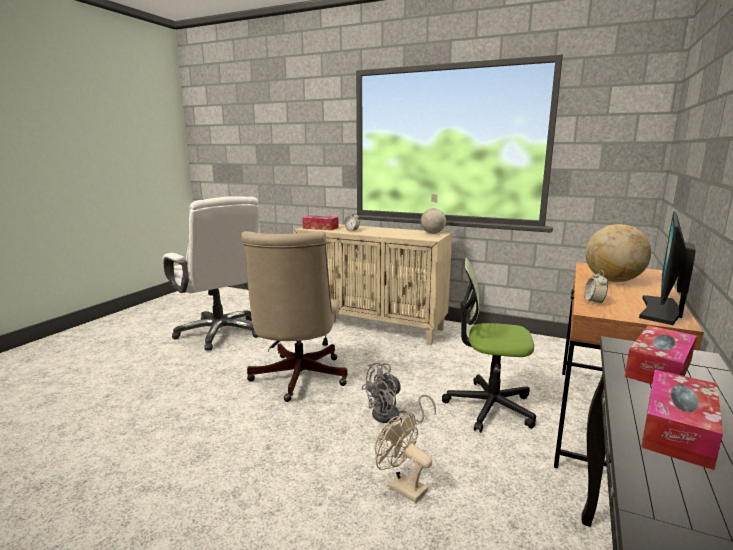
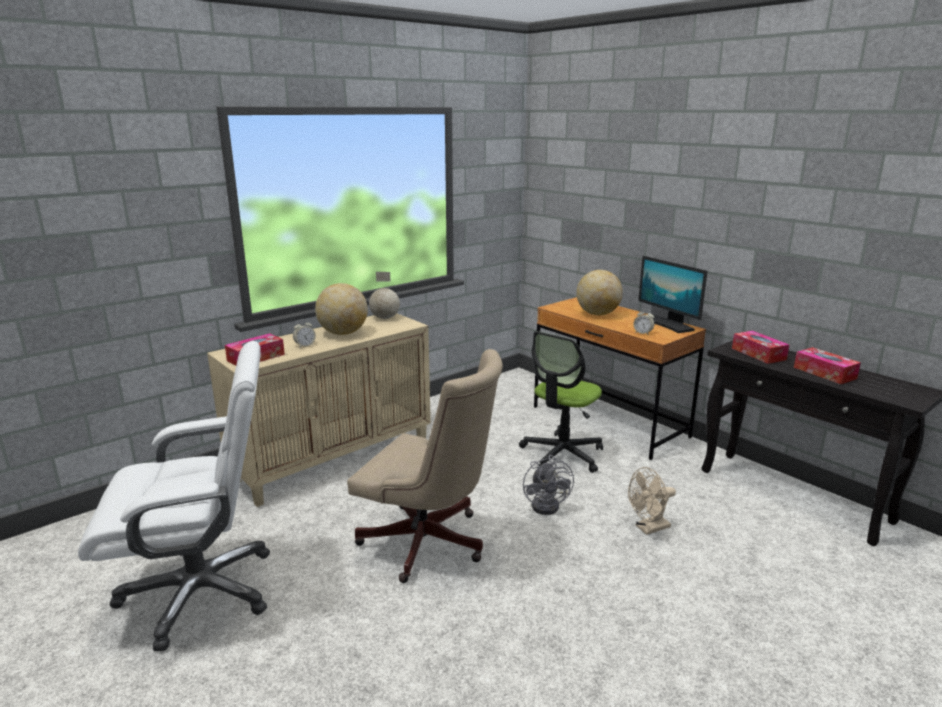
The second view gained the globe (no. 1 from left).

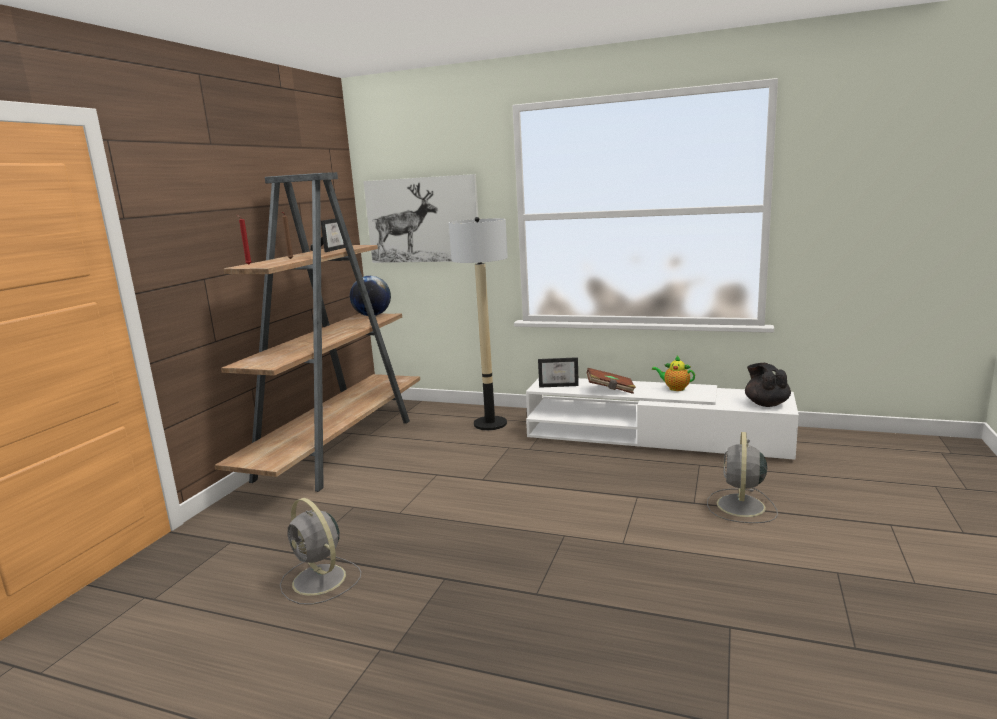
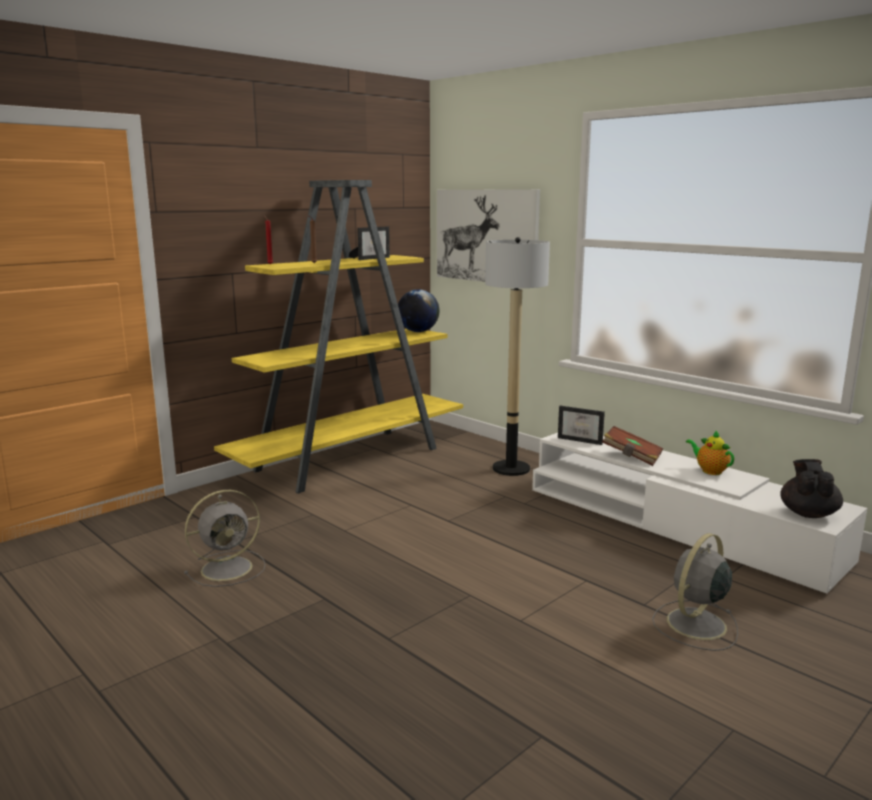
What was the brown bookcase turned into the yellow bookcase.
The grey fan (no. 1 from left) ended up facing another way, 105 degrees counterclockwise from before.

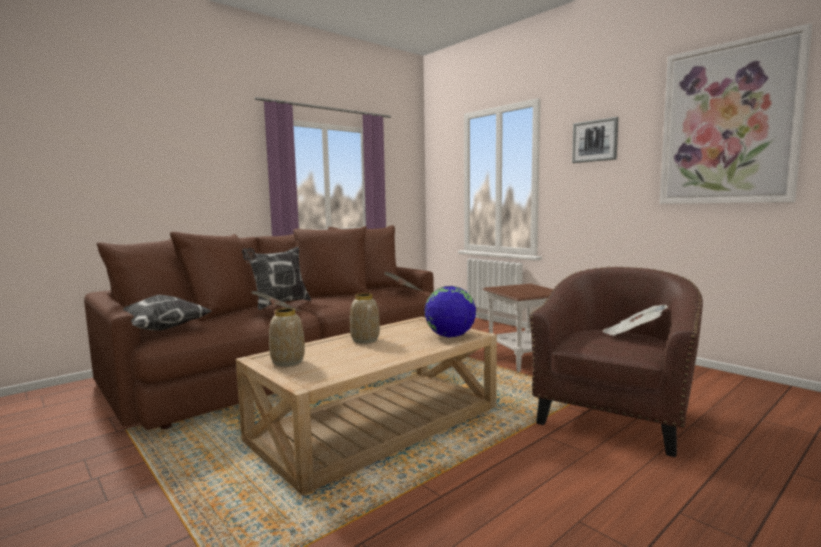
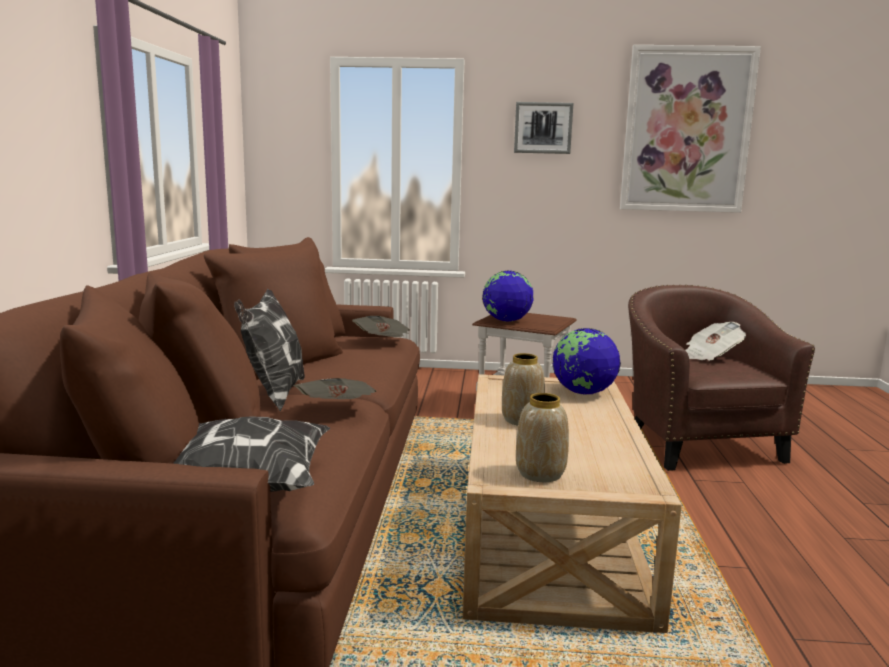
The second view gained the globe (no. 1 from left).

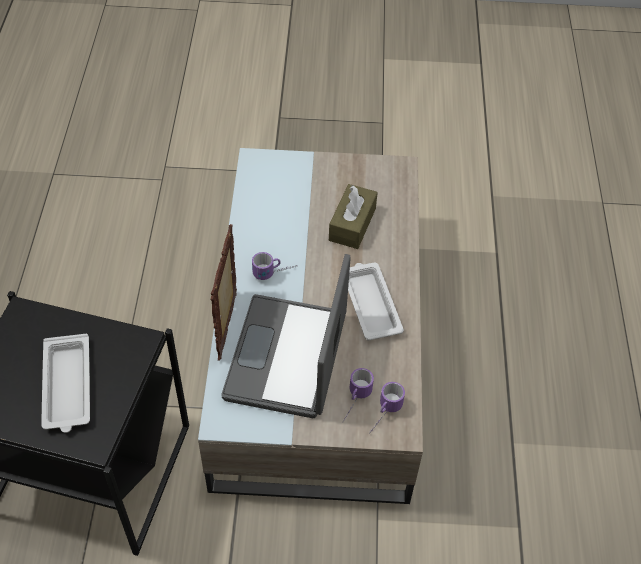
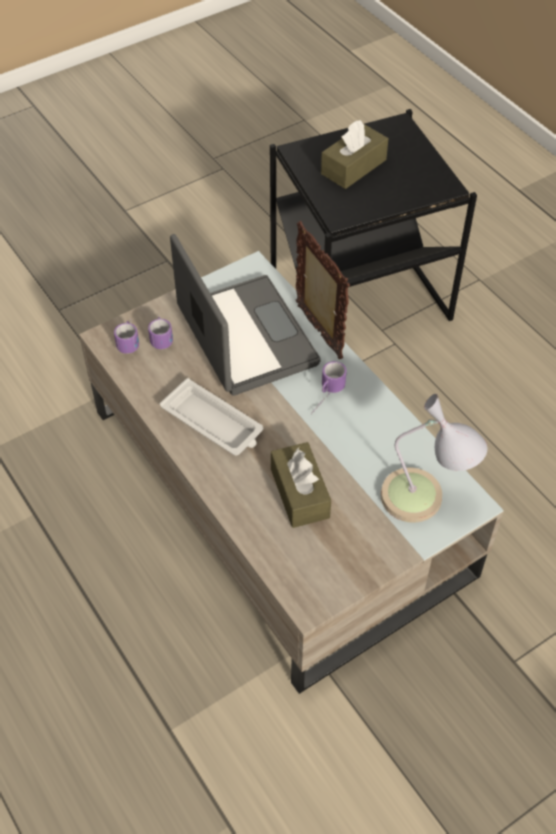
Where the white tray (no. 1 from left) stood, the brown tissue box (no. 2 from left) came to stand.
The second view gained the table lamp.

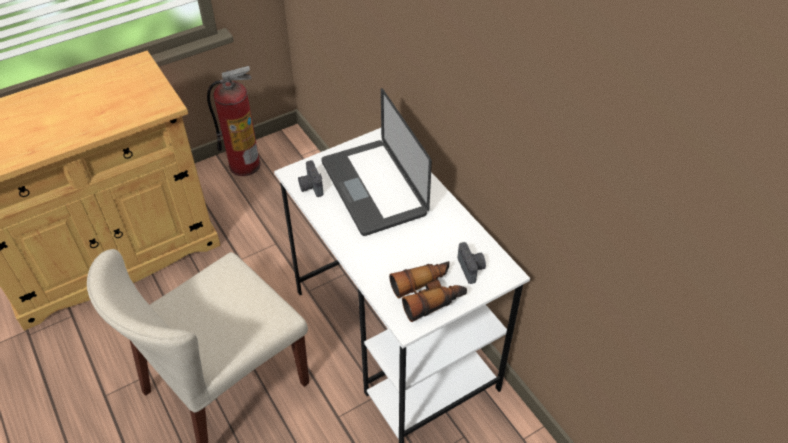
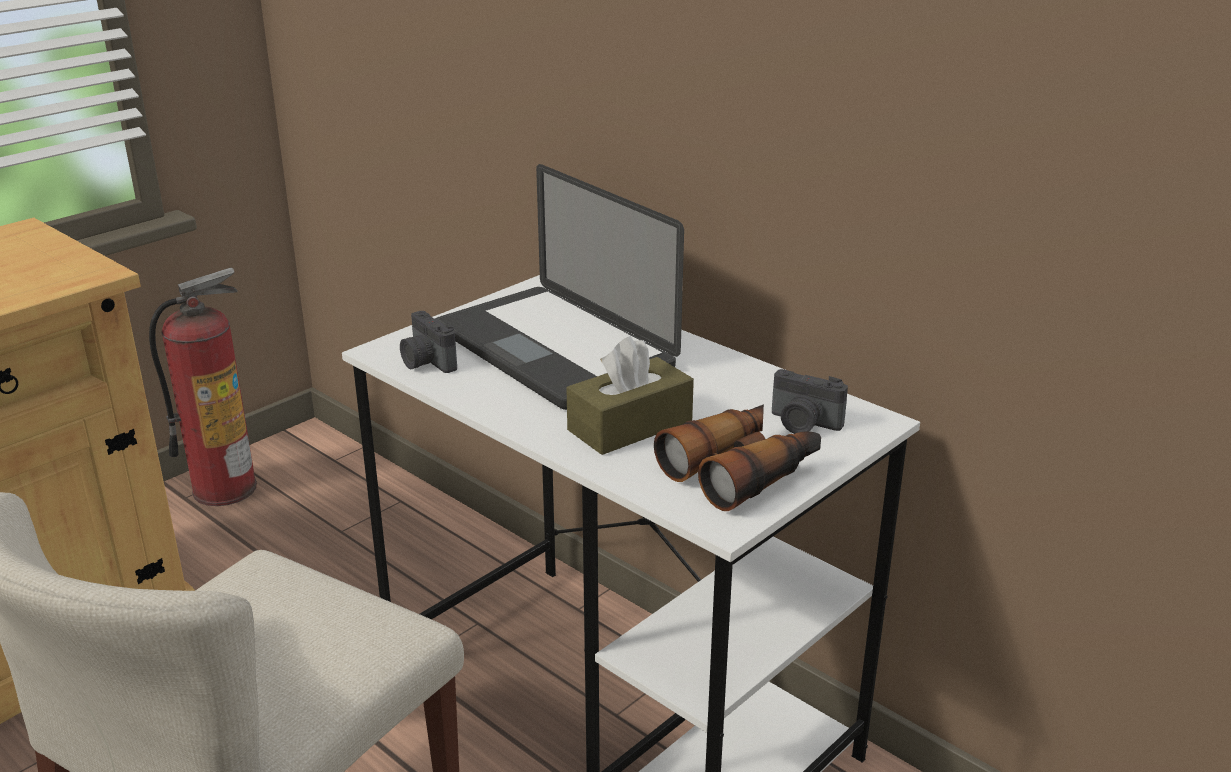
The photo camera (no. 2 from left) ended up facing another way, 150 degrees clockwise from before.
The second view gained the brown tissue box.

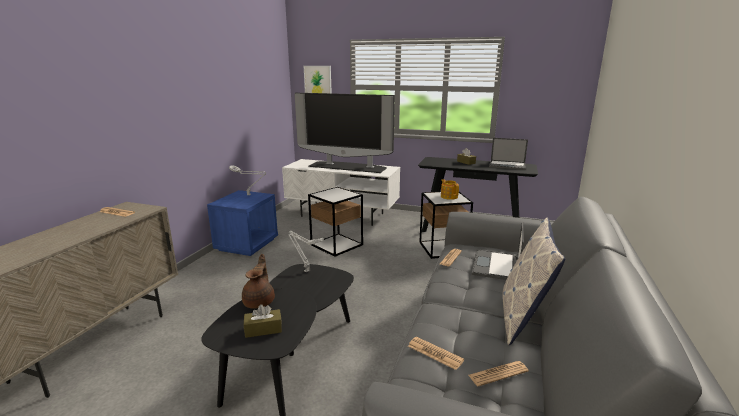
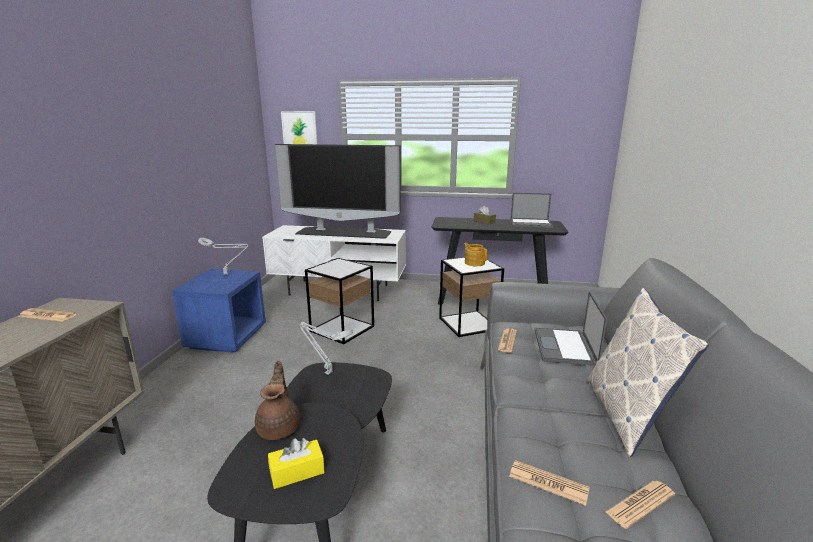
What was the brown tissue box (no. 1 from left) turned into the yellow tissue box.

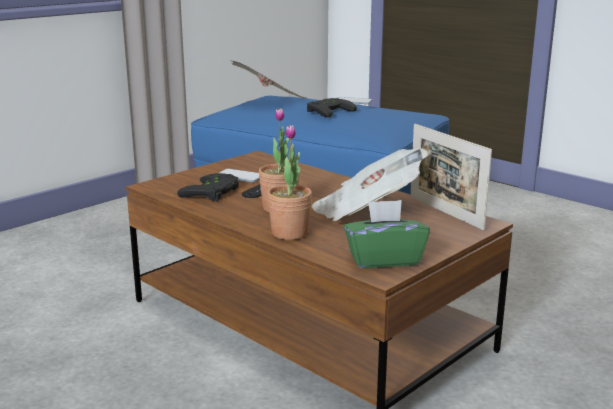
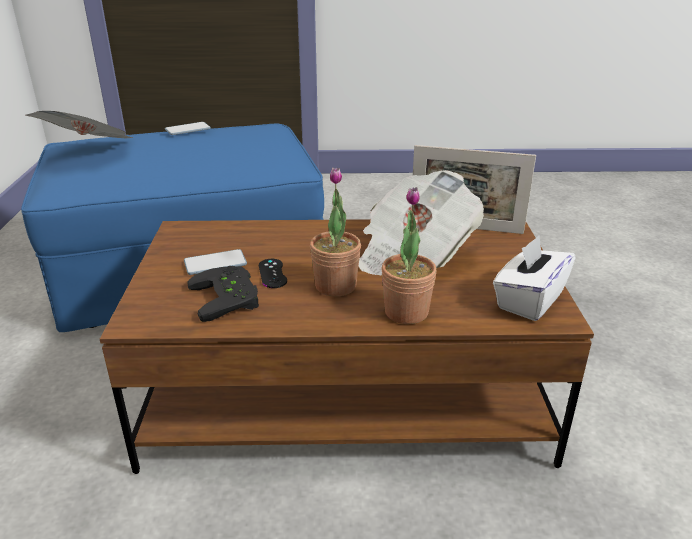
The second view lost the black game controller (no. 3 from left).
What was the green tissue box turned into the white tissue box.

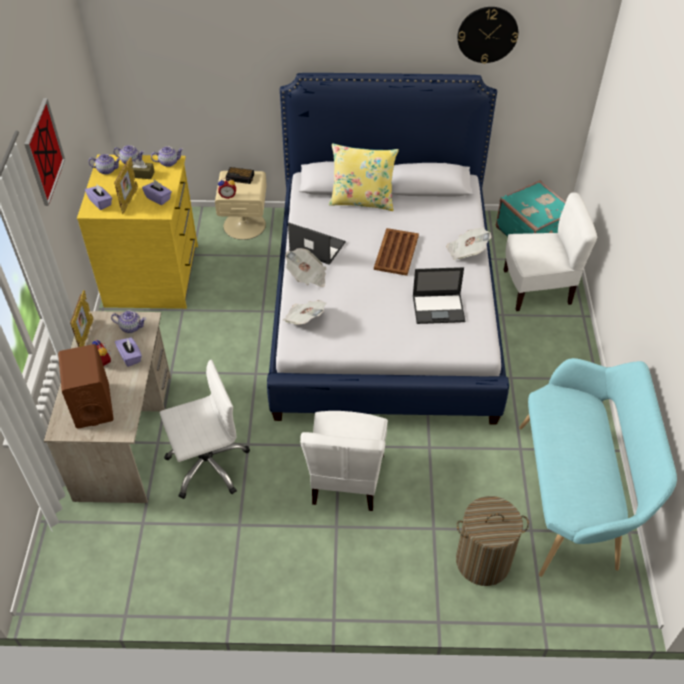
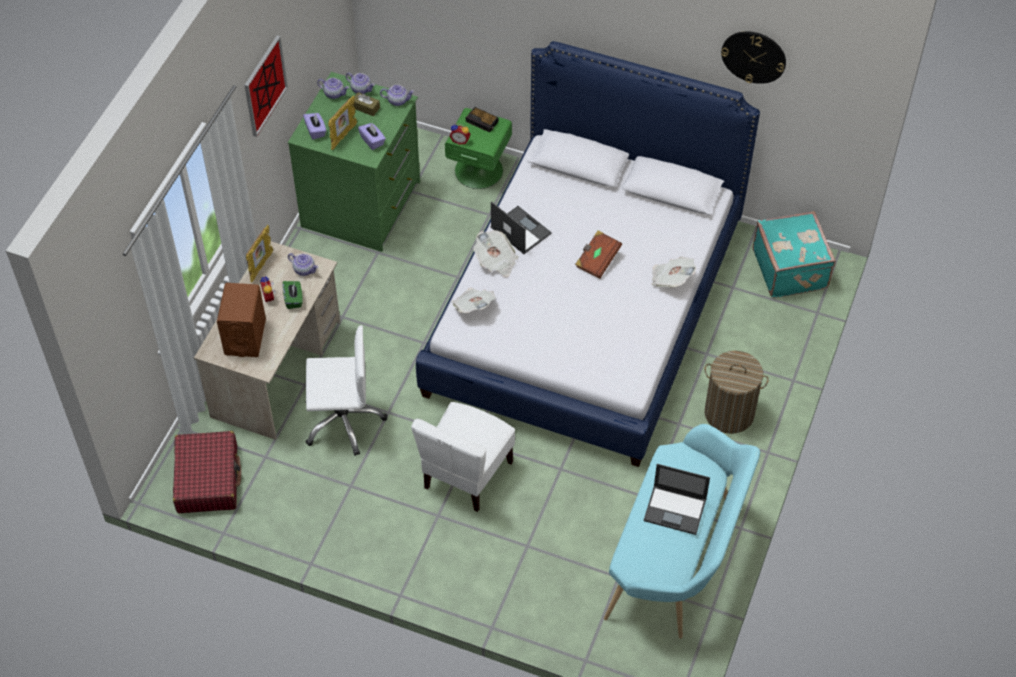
What was the yellow dresser turned into the green dresser.
What was the purple tissue box (no. 2 from left) turned into the green tissue box.
What was the beige nightstand turned into the green nightstand.
The second view lost the yellow pillow.
Where the brown tray stood, the brown book came to stand.
The laptop (no. 2 from left) ended up elsewhere.
The laundry basket ended up elsewhere.
The second view lost the white chair (no. 2 from left).
The second view gained the red suitcase.

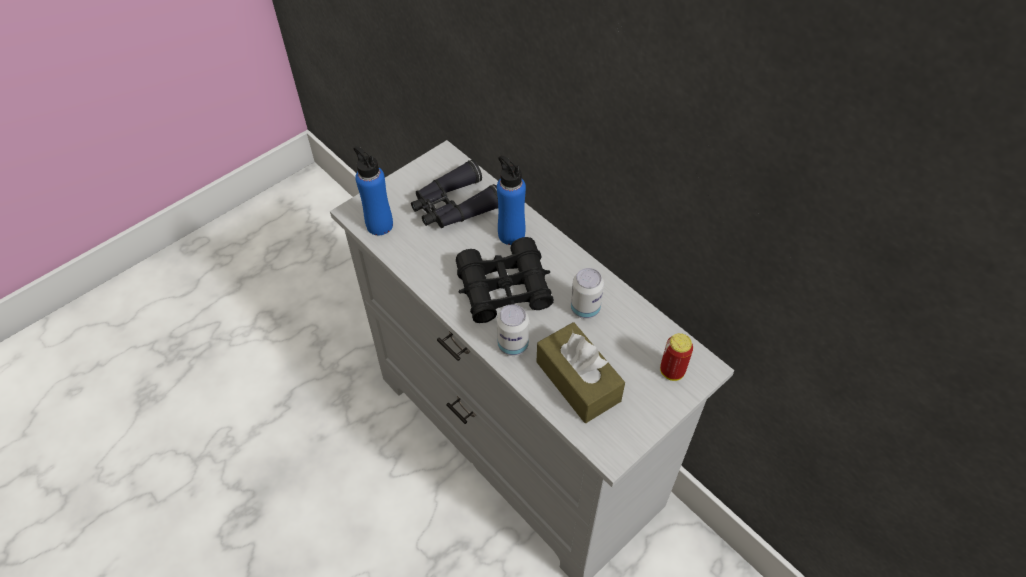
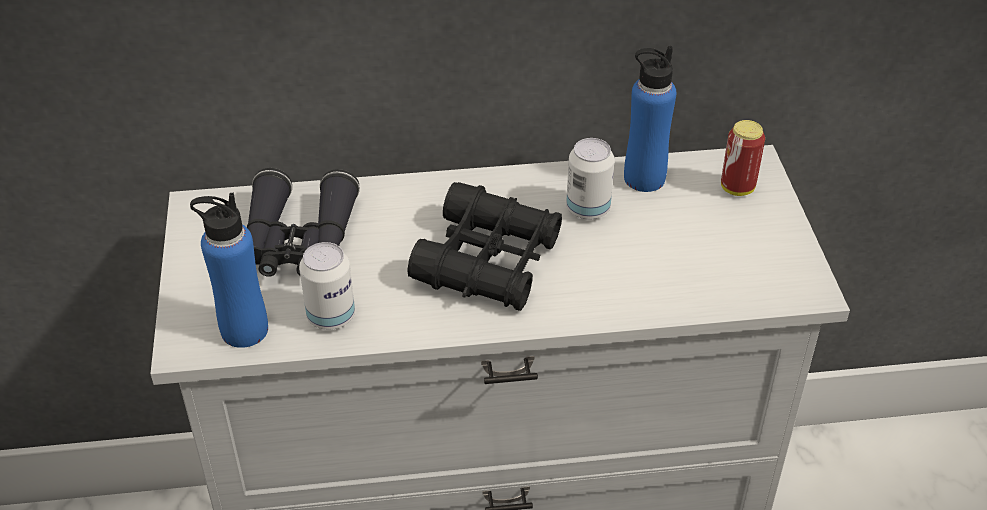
The blue bottle (no. 2 from left) ended up elsewhere.
The can (no. 1 from left) ended up elsewhere.
The second view lost the brown tissue box.

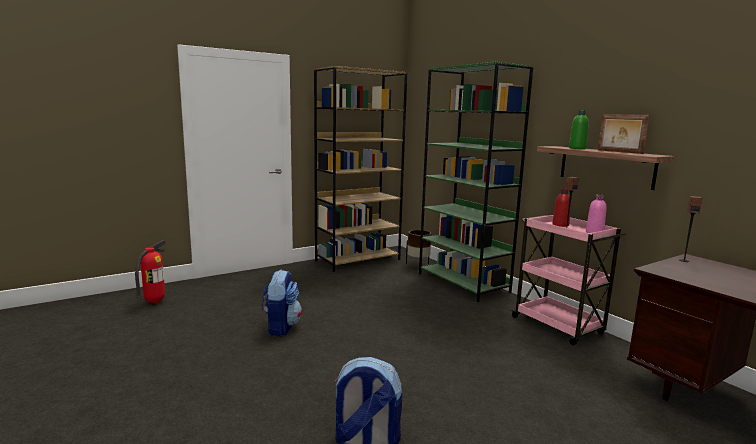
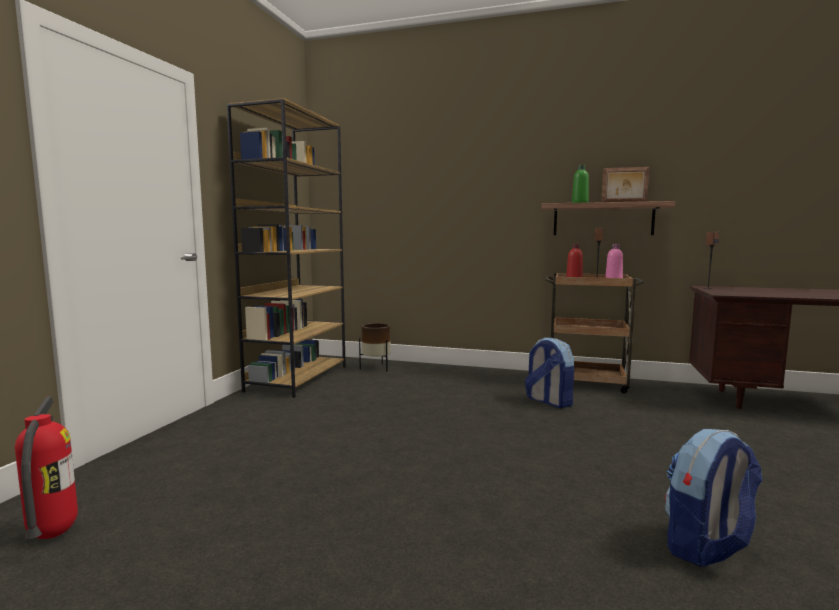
The backpack (no. 1 from left) ended up elsewhere.
The second view lost the green bookcase.
What was the pink cart turned into the brown cart.

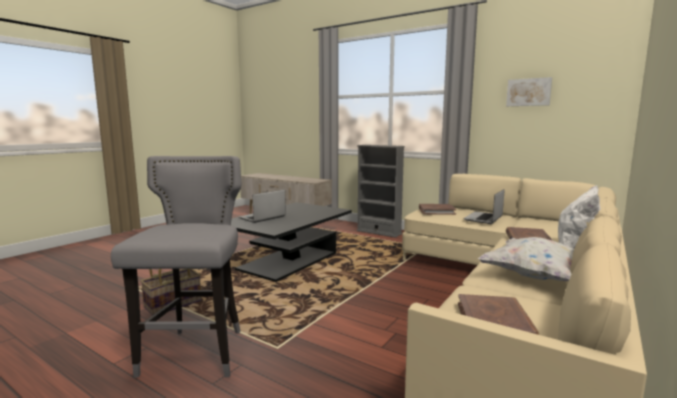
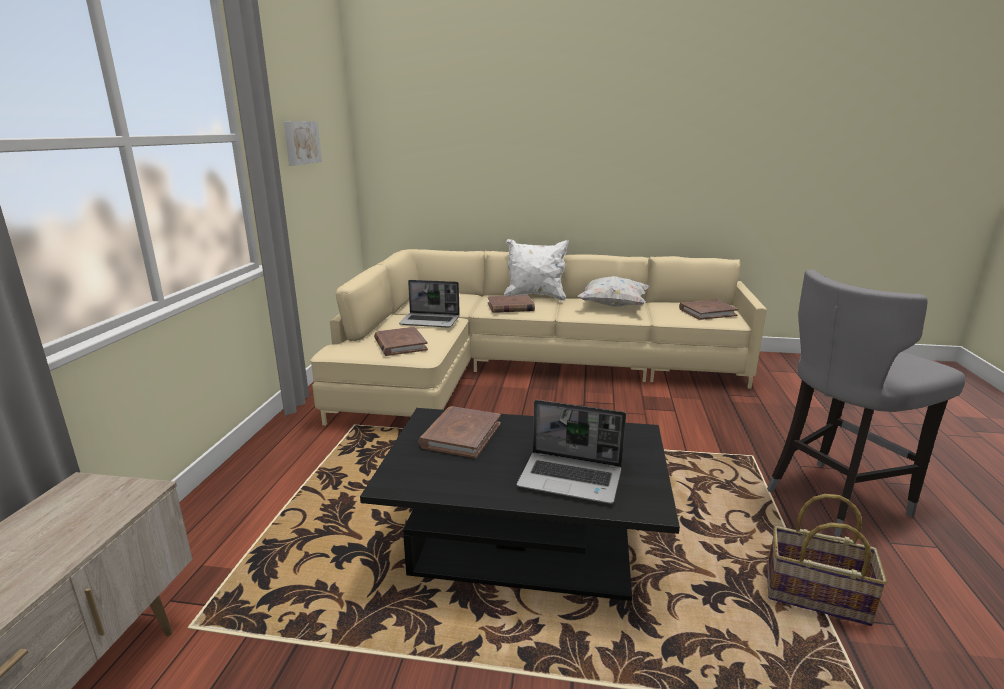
The second view lost the grey bookcase.
The second view gained the brown book (no. 2 from left).

